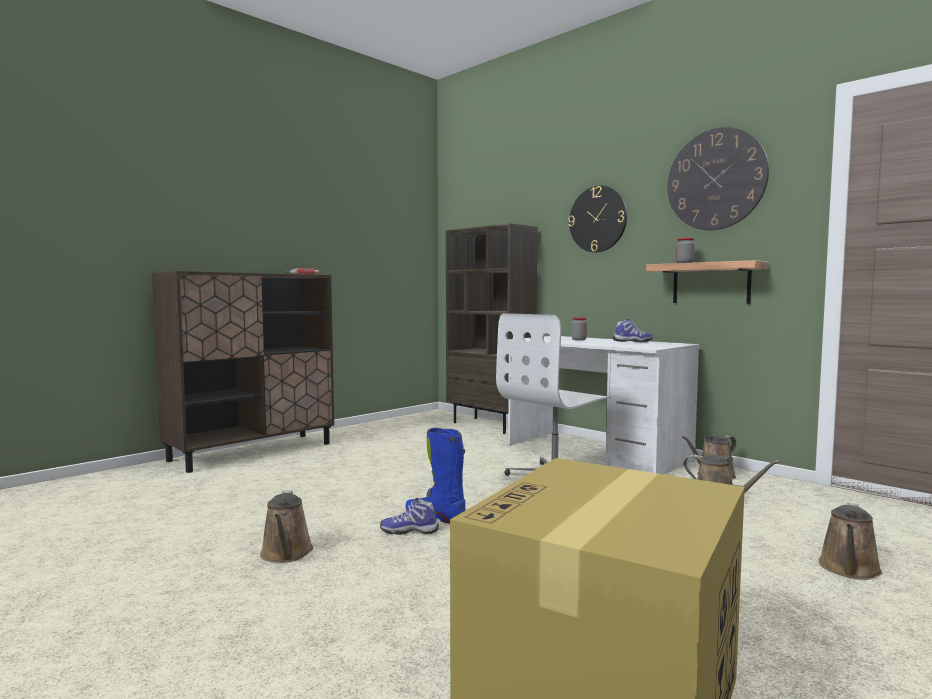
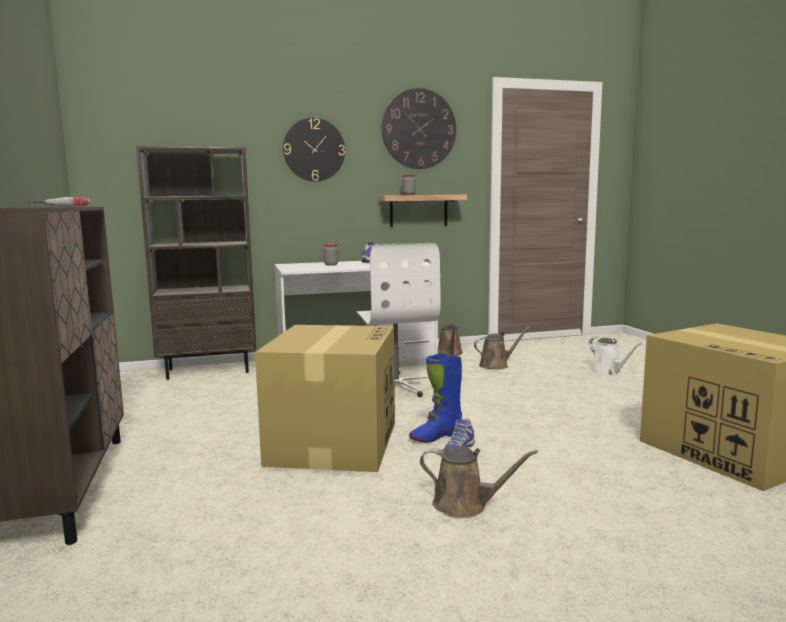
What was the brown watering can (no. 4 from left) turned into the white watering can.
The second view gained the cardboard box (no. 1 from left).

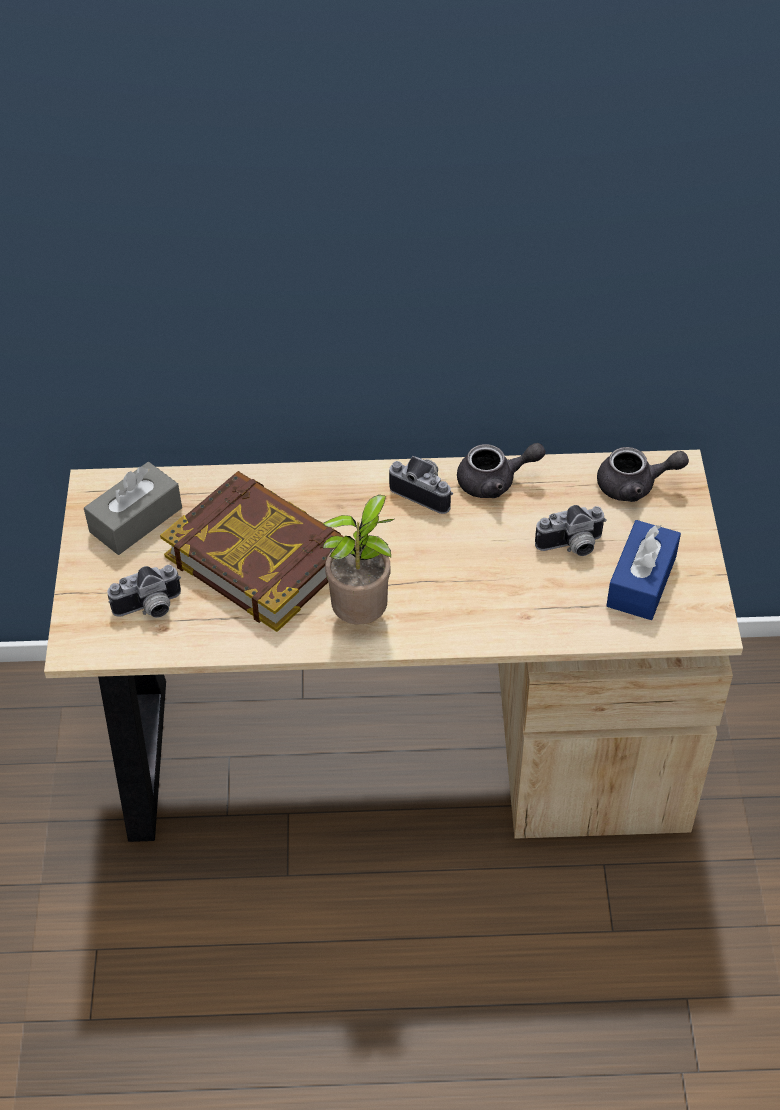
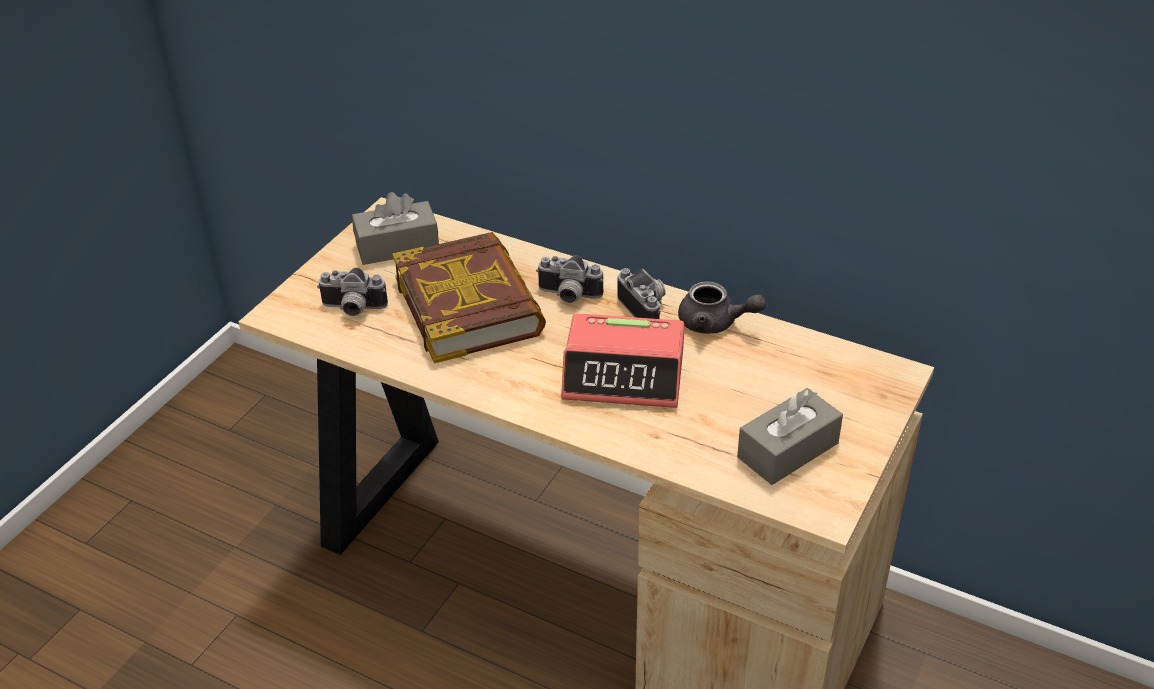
The second view lost the potted plant.
The photo camera (no. 3 from left in the first image) ended up elsewhere.
The second view lost the grey teapot (no. 2 from left).
What was the blue tissue box turned into the grey tissue box (no. 2 from left).
The second view gained the alarm clock.

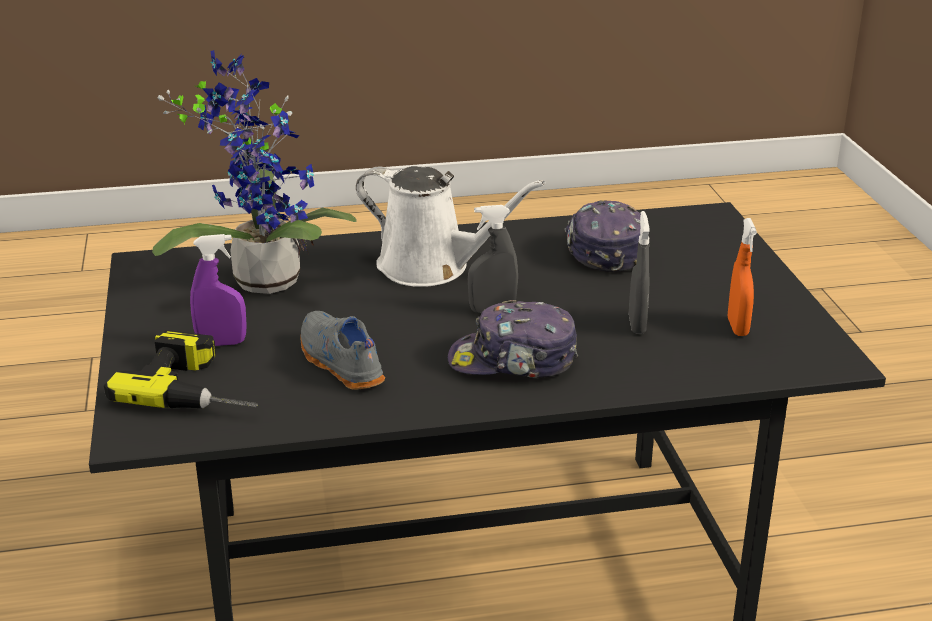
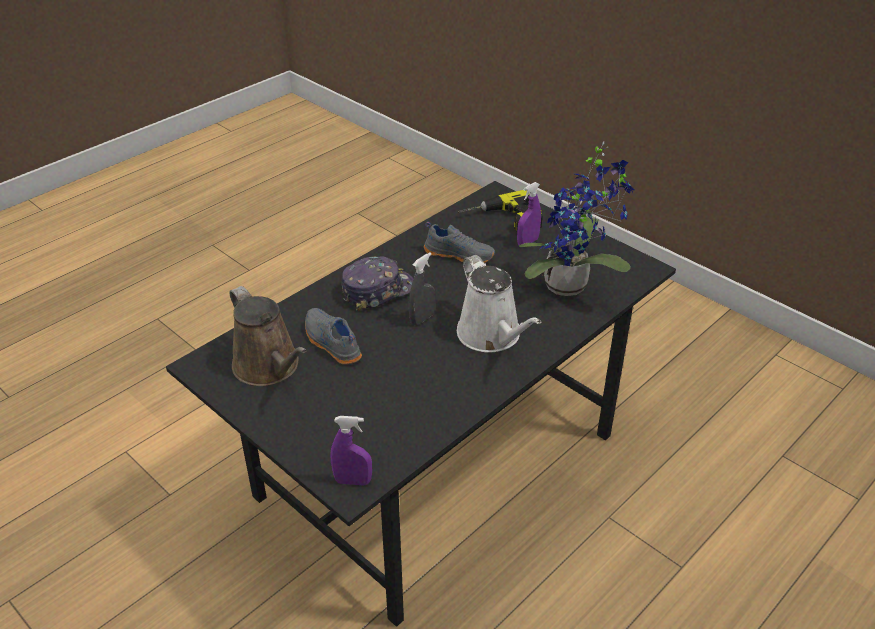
The white watering can ended up facing another way, 105 degrees counterclockwise from before.
The second view lost the cap (no. 2 from left).
Where the grey spray bottle (no. 2 from left) stood, the grey shoe (no. 1 from left) came to stand.
Where the orange spray bottle stood, the brown watering can came to stand.
The second view gained the purple spray bottle (no. 1 from left).

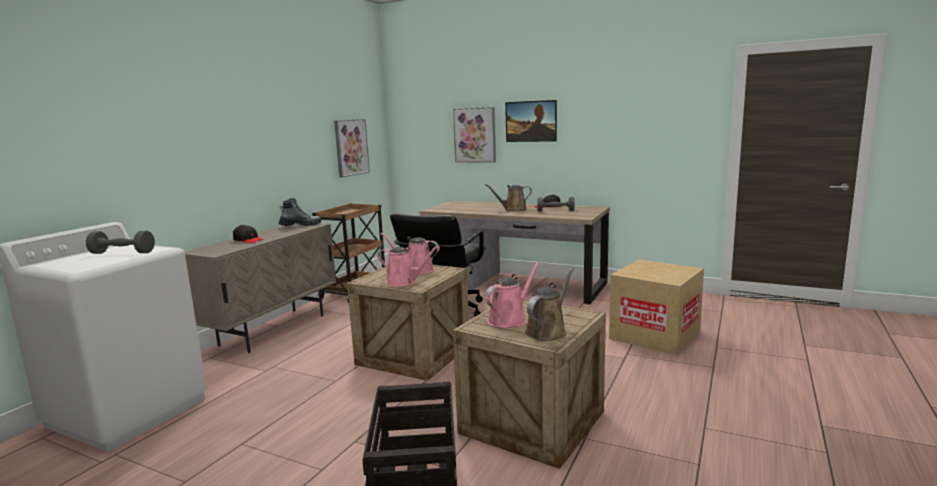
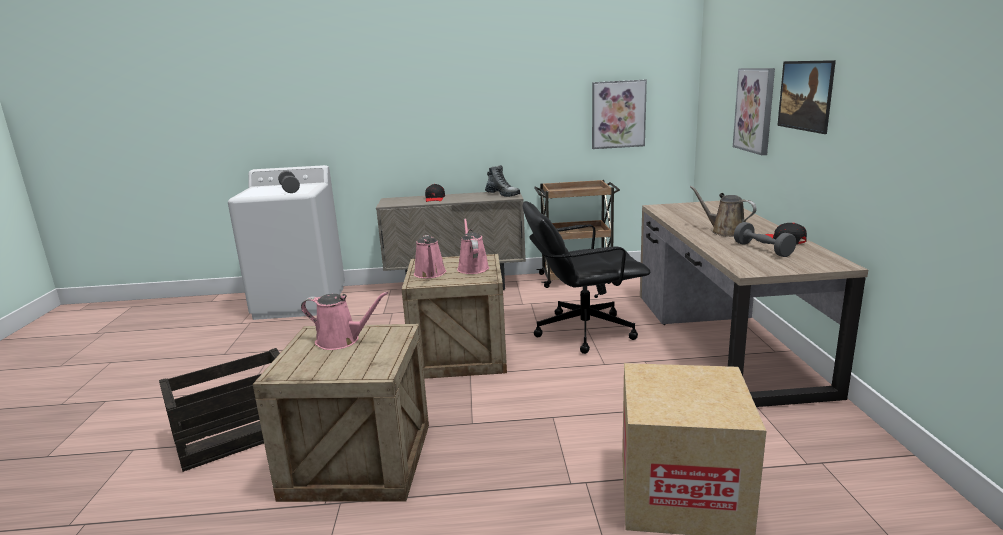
The second view lost the brown watering can (no. 2 from left).

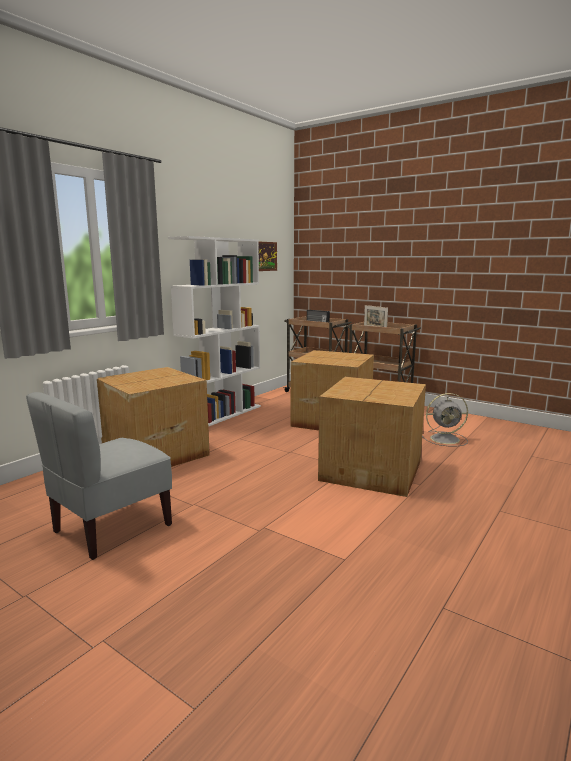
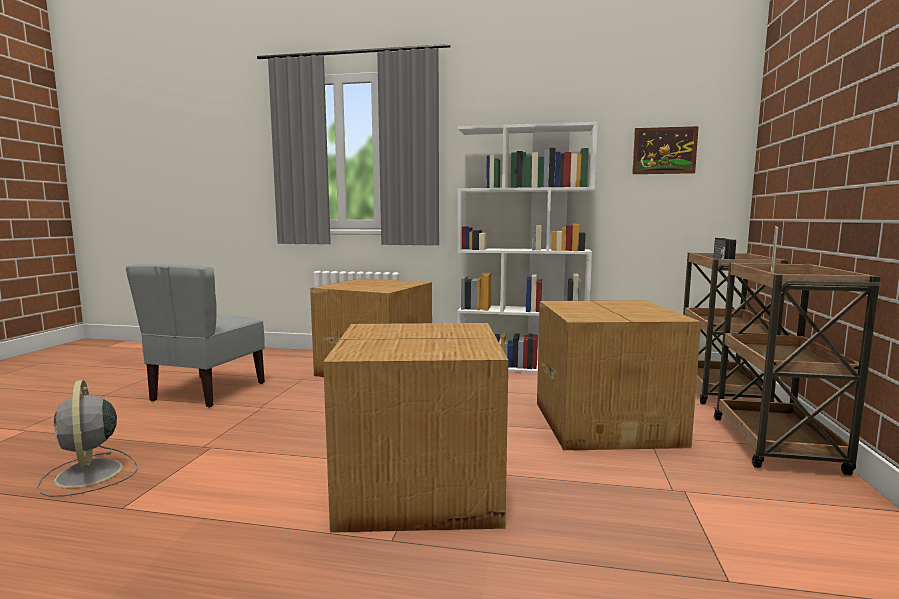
The grey chair ended up facing another way, 90 degrees counterclockwise from before.
The grey fan ended up elsewhere.

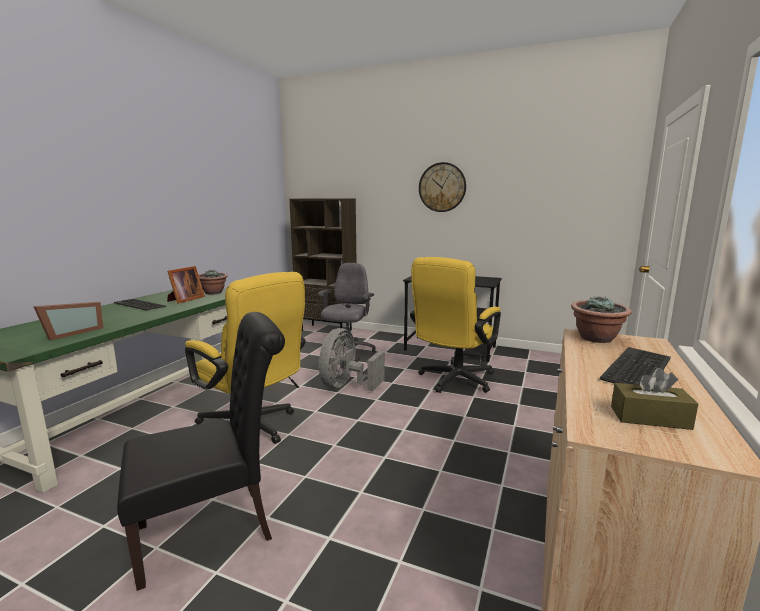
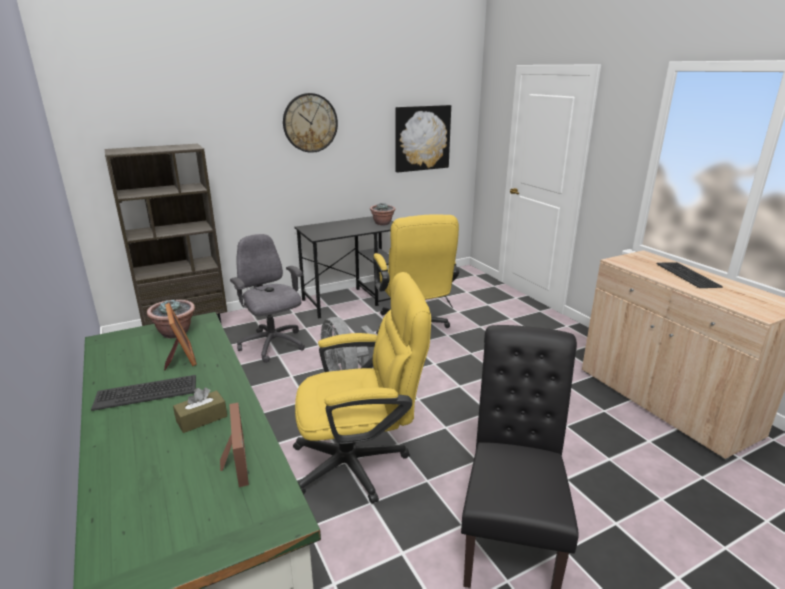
The potted plant (no. 2 from left) ended up elsewhere.
The brown tissue box ended up elsewhere.
The second view gained the picture.

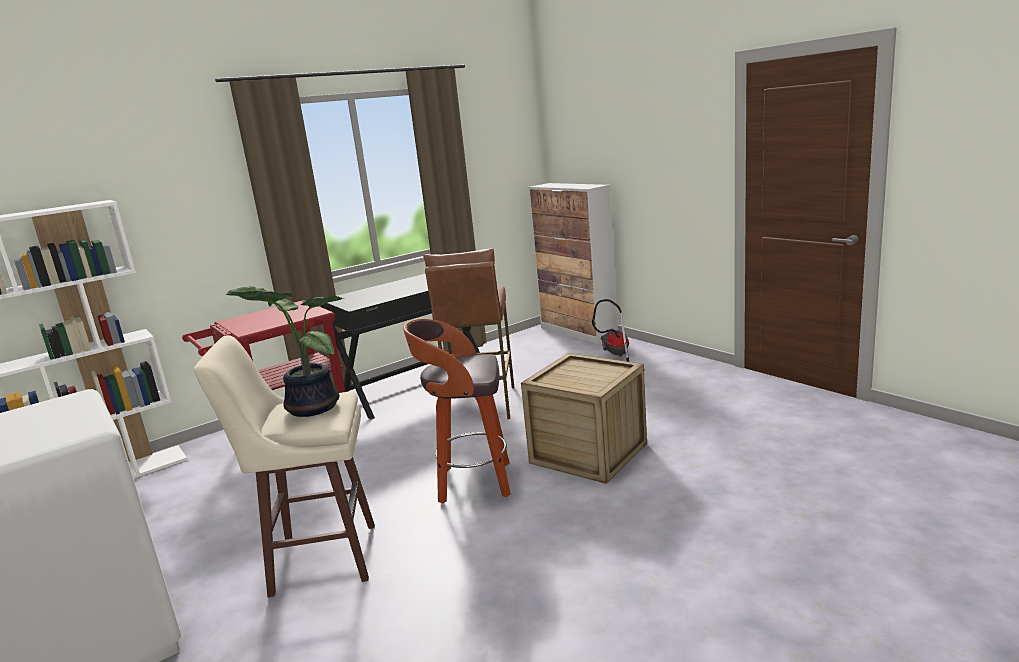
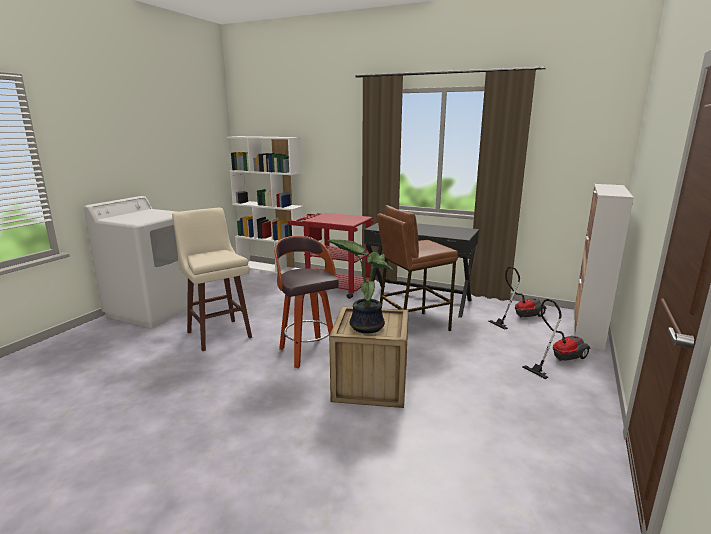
The potted plant ended up elsewhere.
The second view gained the vacuum cleaner (no. 1 from left).

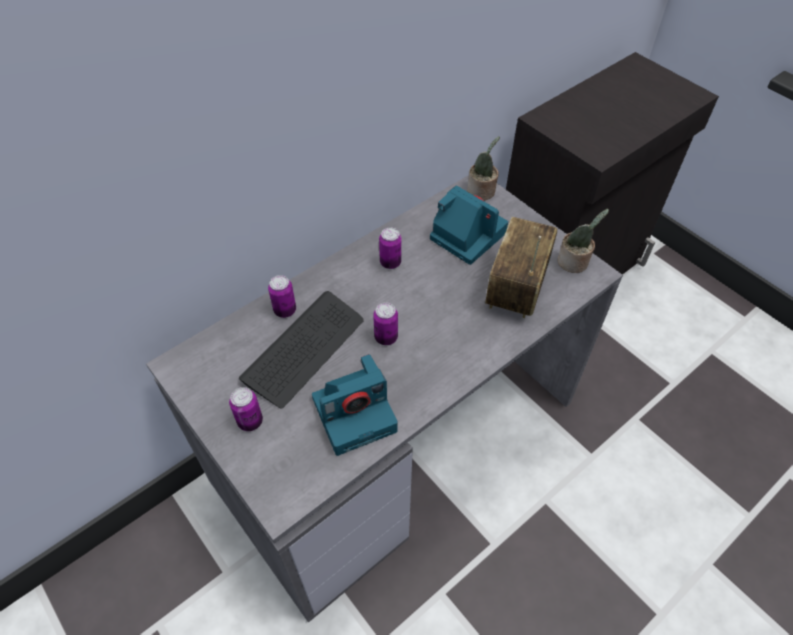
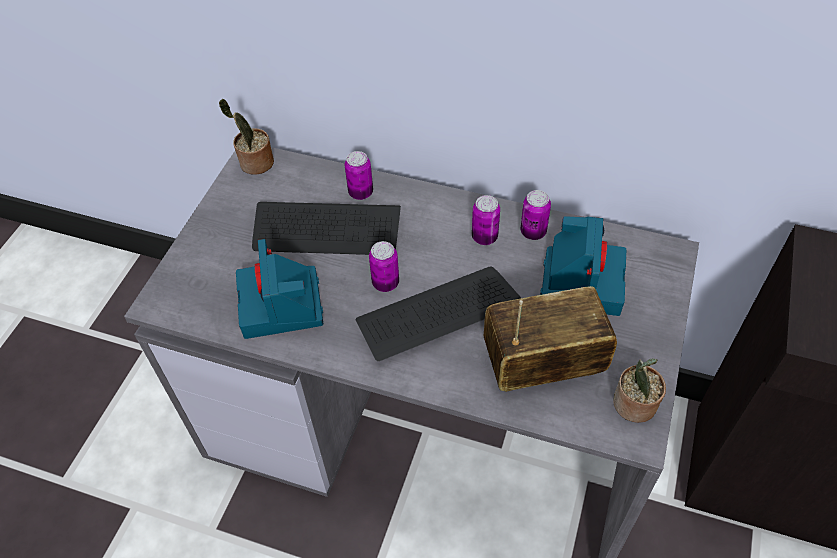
The can (no. 1 from left in the first image) ended up elsewhere.
The photo camera (no. 1 from left) ended up facing another way, 45 degrees clockwise from before.
The potted plant (no. 1 from left) ended up elsewhere.
The second view gained the keyboard (no. 2 from left).

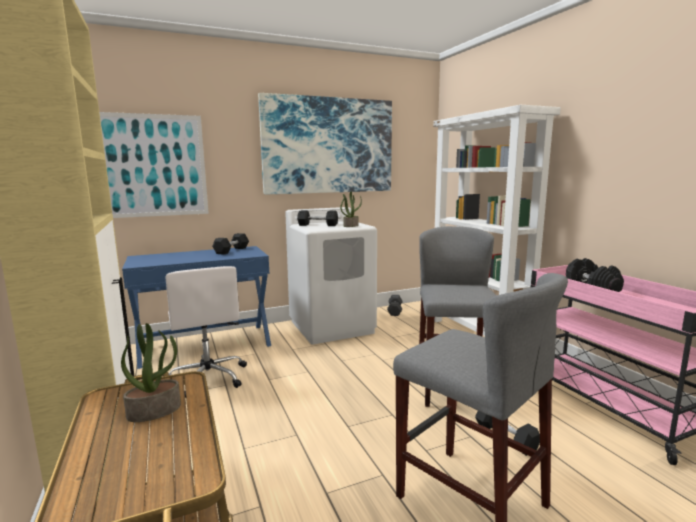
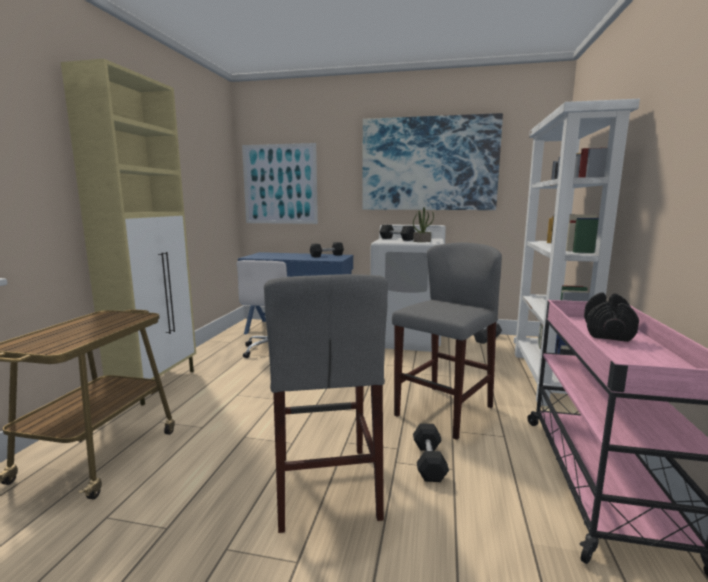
The second view lost the potted plant (no. 1 from left).

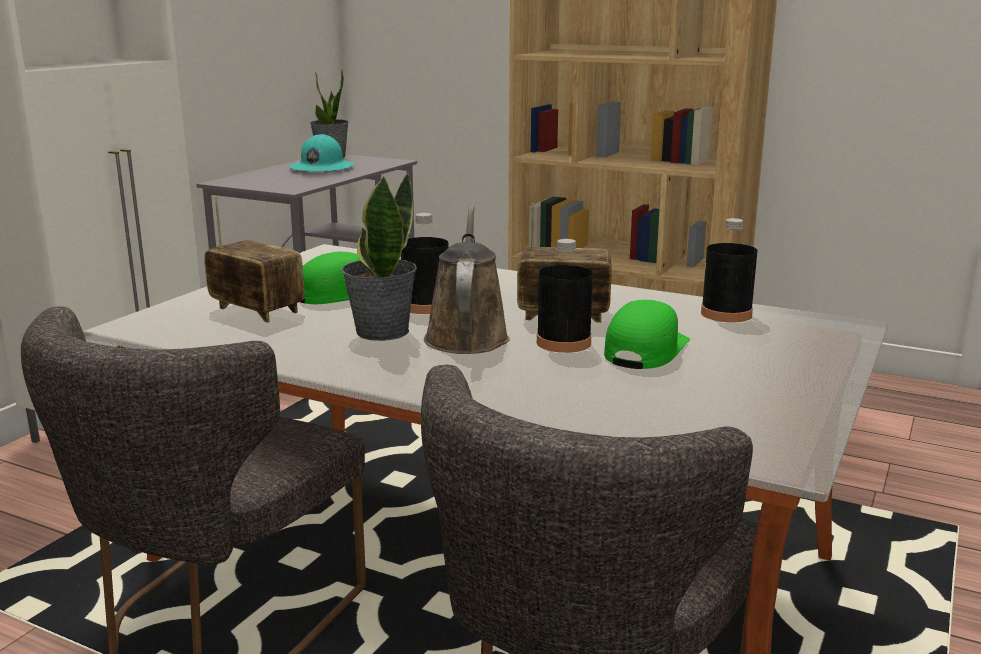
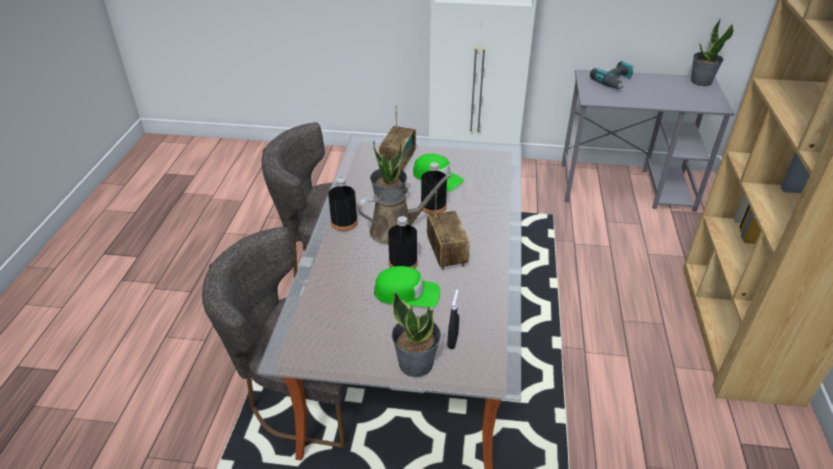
The second view lost the turquoise hard hat.
The black bottle (no. 3 from left in the first image) ended up elsewhere.
The second view gained the potted plant (no. 2 from left).
The second view gained the black spray bottle.
The second view gained the power drill.

